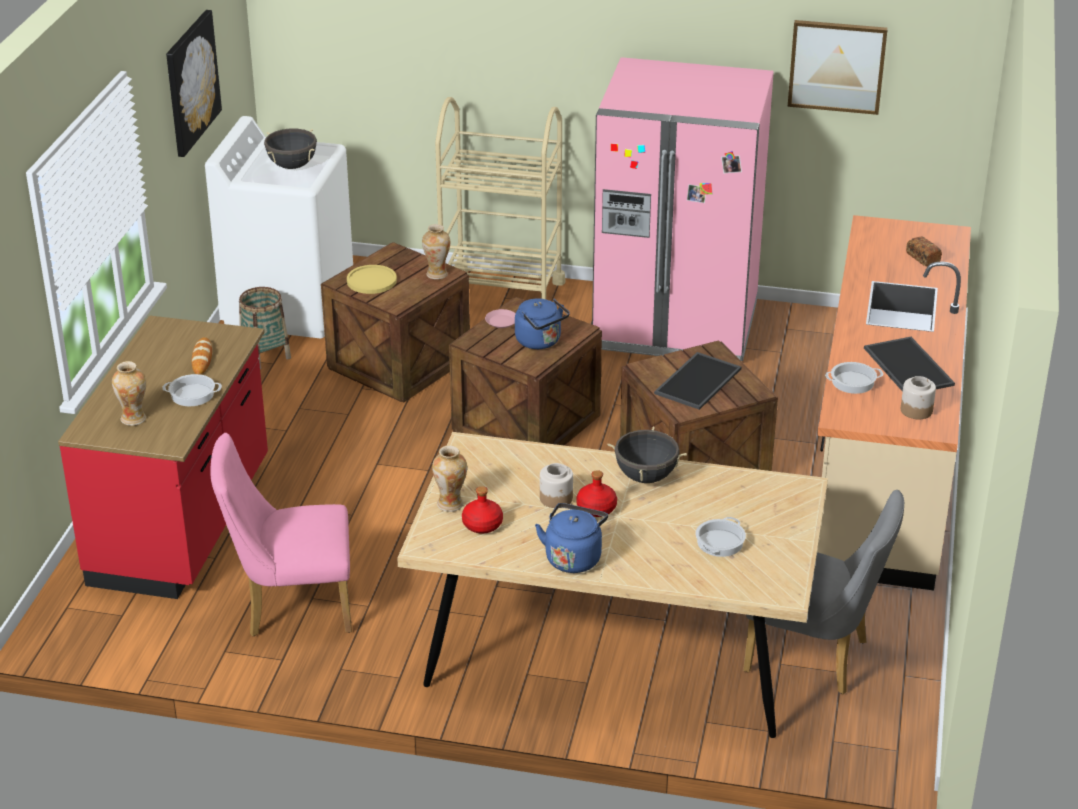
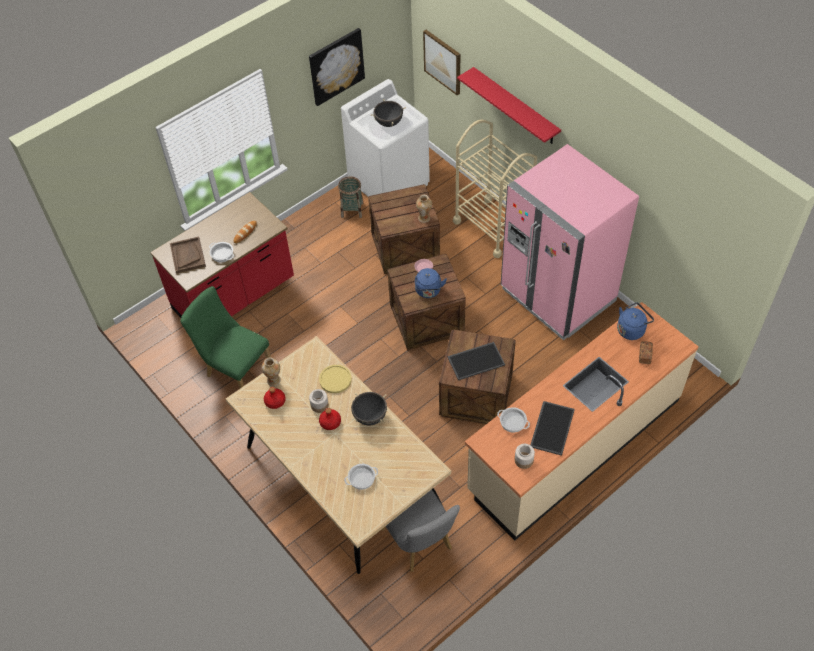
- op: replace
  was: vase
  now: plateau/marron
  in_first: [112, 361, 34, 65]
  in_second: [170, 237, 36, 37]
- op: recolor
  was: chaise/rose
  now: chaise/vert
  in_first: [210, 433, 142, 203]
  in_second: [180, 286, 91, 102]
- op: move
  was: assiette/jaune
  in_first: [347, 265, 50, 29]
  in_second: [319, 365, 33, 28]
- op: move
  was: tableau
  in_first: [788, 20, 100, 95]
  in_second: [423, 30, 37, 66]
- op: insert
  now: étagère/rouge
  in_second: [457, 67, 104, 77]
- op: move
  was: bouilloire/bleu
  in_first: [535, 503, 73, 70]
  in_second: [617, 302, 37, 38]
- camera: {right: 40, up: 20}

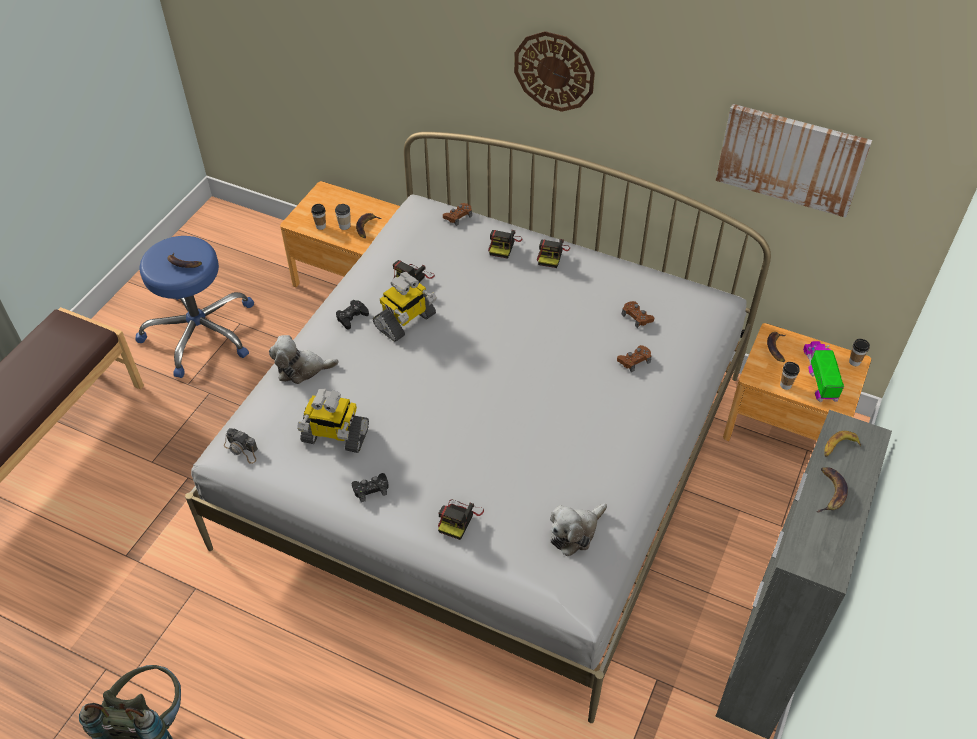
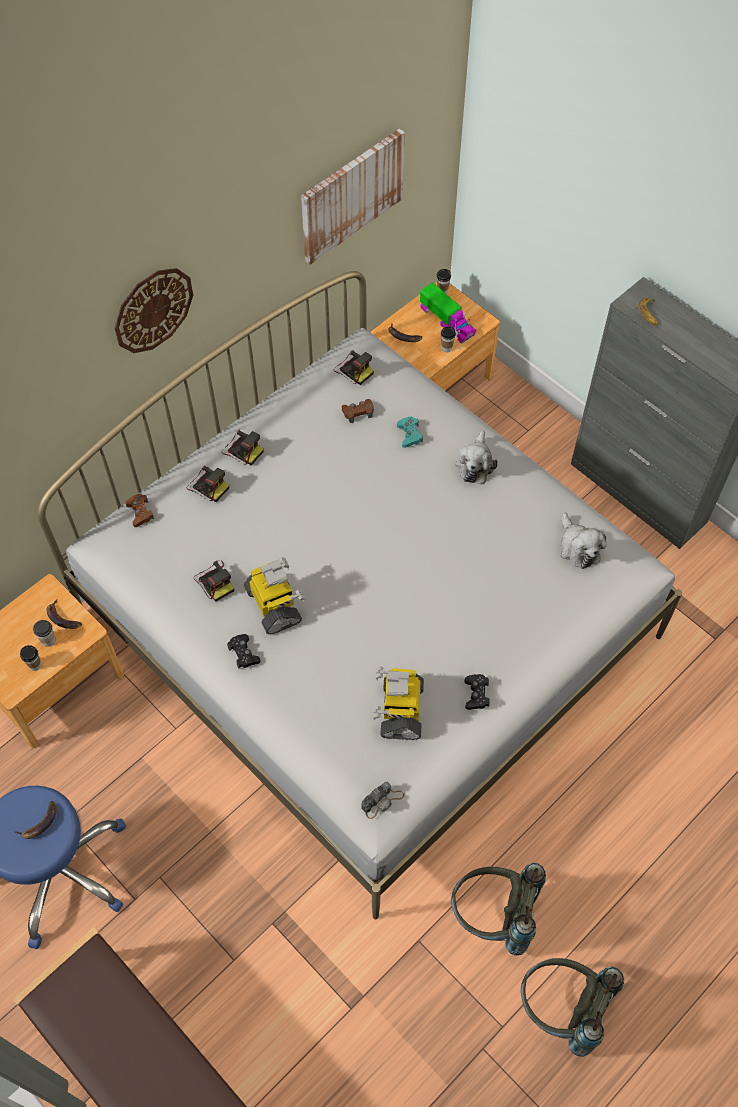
- op: move
  was: appareil photo
  in_first: [438, 499, 46, 41]
  in_second: [334, 350, 40, 35]
- op: rotate
  was: robot jouet
  in_first: [297, 389, 72, 64]
  in_second: [373, 666, 51, 74]
  clockwise: 150
- op: recolor
  was: manette/marron
  now: manette/turquoise
  in_first: [617, 345, 34, 27]
  in_second: [397, 417, 26, 31]
- op: rotate
  was: camion jouet
  in_first: [803, 341, 41, 61]
  in_second: [420, 282, 56, 62]
  clockwise: -150
- op: insert
  now: sac à dos/gris
  in_second: [451, 863, 95, 93]
- op: move
  was: peluche
  in_first: [269, 335, 70, 49]
  in_second: [455, 430, 43, 54]
- op: delete
  was: banane
  in_first: [817, 467, 31, 46]
- camera: {right: -70, up: 10}

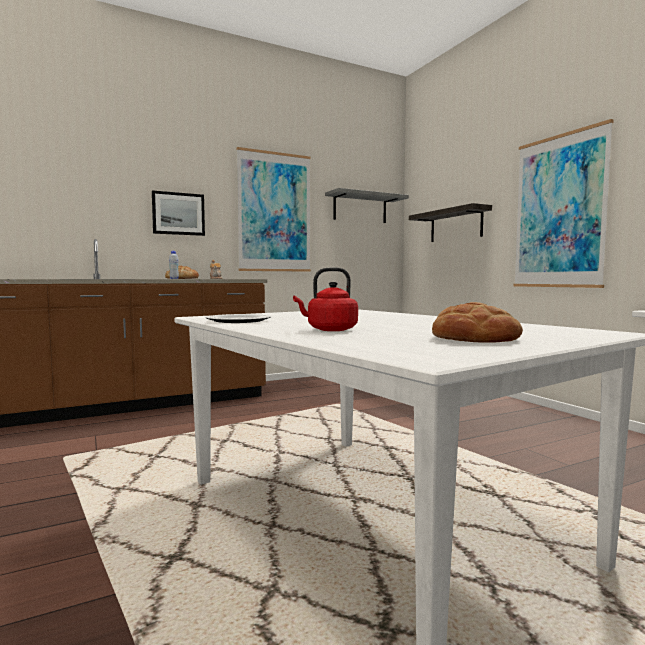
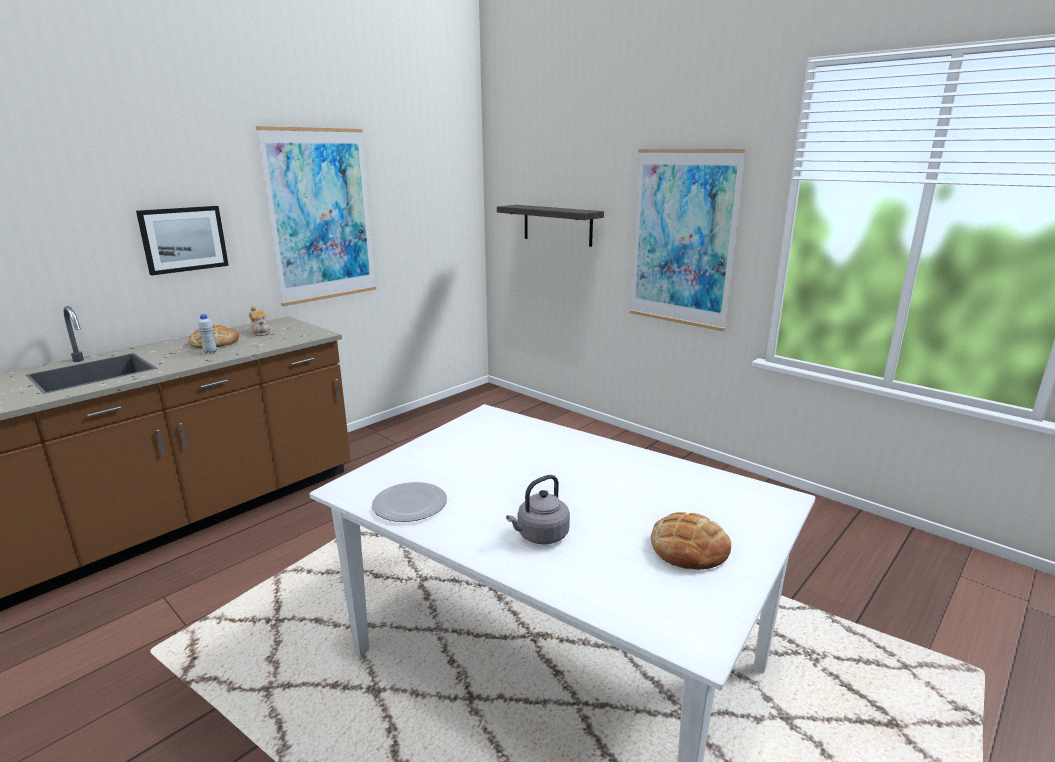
- op: recolor
  was: bouilloire/rouge
  now: bouilloire/gris
  in_first: [293, 267, 65, 64]
  in_second: [506, 475, 64, 69]
- op: delete
  was: étagère/gris
  in_first: [325, 188, 84, 35]
- camera: {right: -20, up: 15}

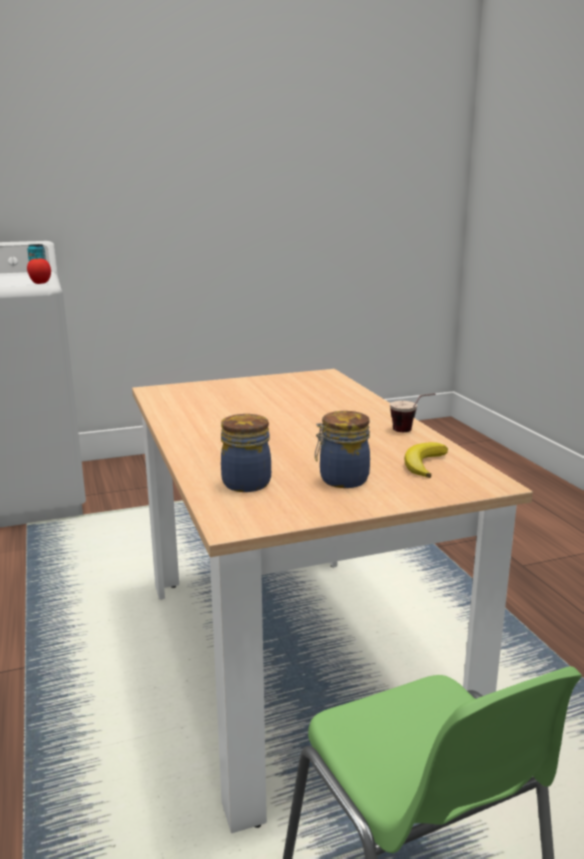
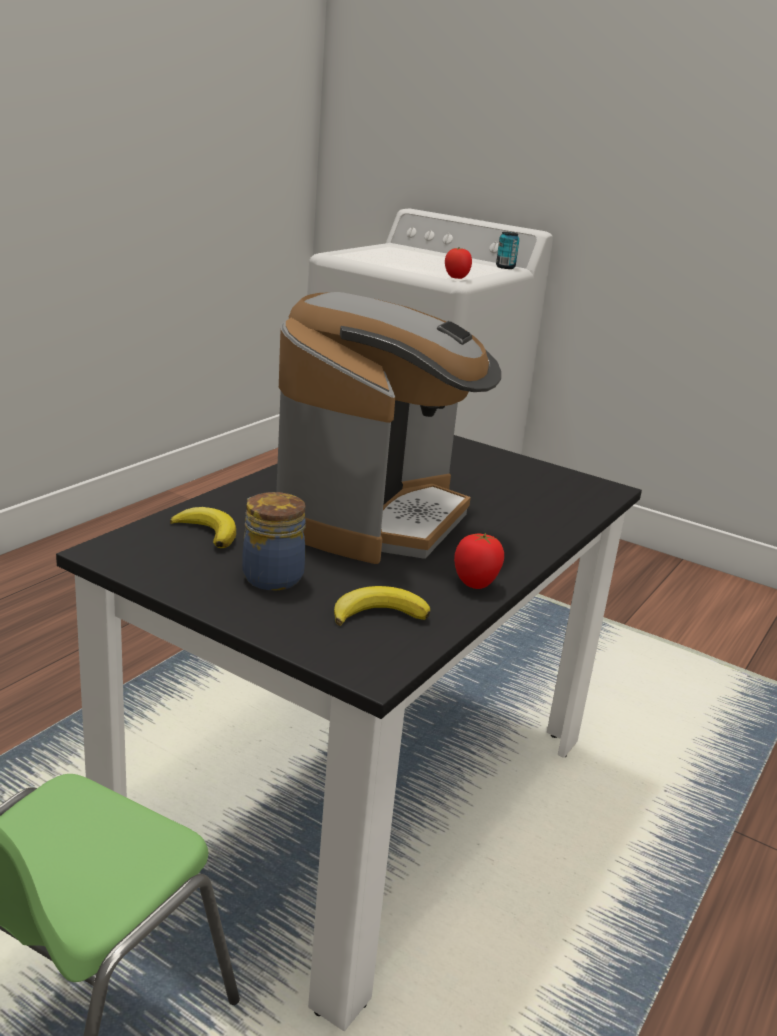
- op: recolor
  was: table à manger/beige
  now: table à manger/noir
  in_first: [132, 369, 401, 464]
  in_second: [56, 435, 586, 596]
- op: replace
  was: bocal
  now: banane
  in_first: [221, 414, 50, 78]
  in_second: [170, 507, 66, 41]
- op: insert
  now: machine à café
  in_second: [276, 292, 225, 272]
- op: replace
  was: tasse
  now: tomate
  in_first: [390, 393, 46, 39]
  in_second: [454, 533, 50, 56]
- camera: {right: 50, up: 5}

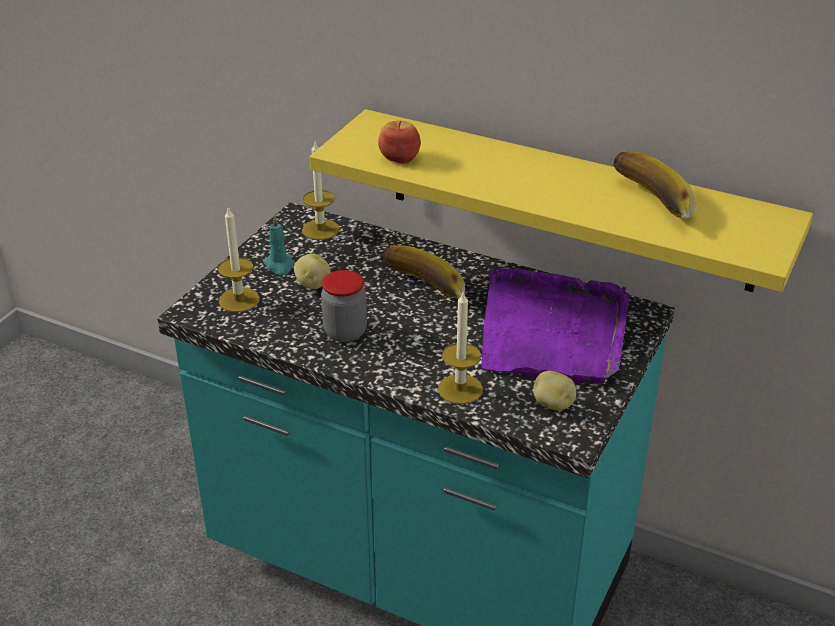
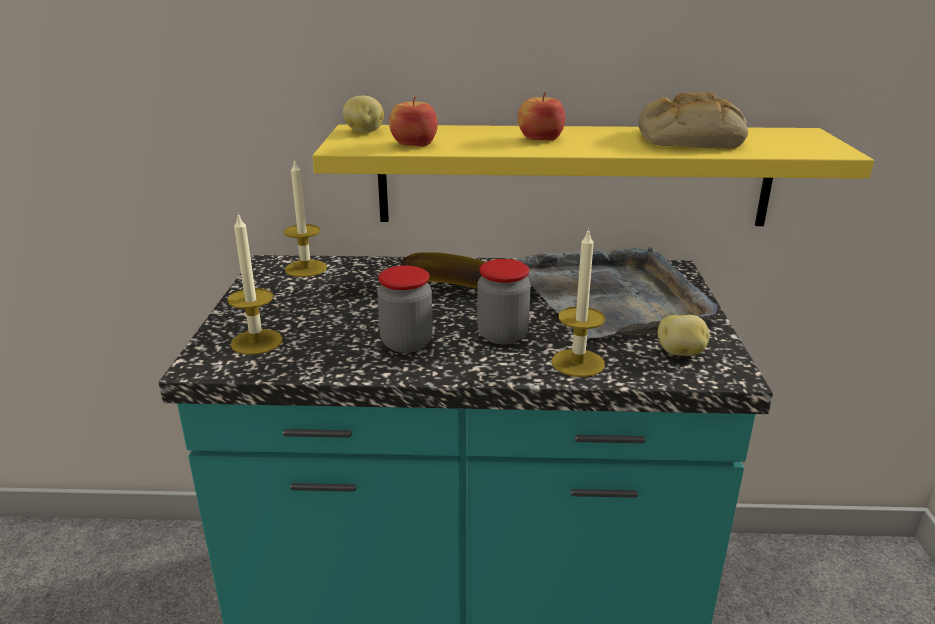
- op: move
  was: pomme de terre
  in_first: [294, 254, 37, 35]
  in_second: [343, 96, 41, 36]
- op: insert
  now: bocal
  in_second: [477, 259, 54, 85]
- op: recolor
  was: plateau/violet
  now: plateau/gris
  in_first: [481, 268, 149, 116]
  in_second: [516, 247, 201, 92]
- op: insert
  now: pomme
  in_second: [518, 92, 47, 49]
- op: replace
  was: banane
  now: pain
  in_first: [613, 151, 83, 69]
  in_second: [638, 93, 110, 55]
- op: delete
  was: bougie/turquoise
  in_first: [263, 216, 31, 59]
- camera: {right: -25, up: -10}

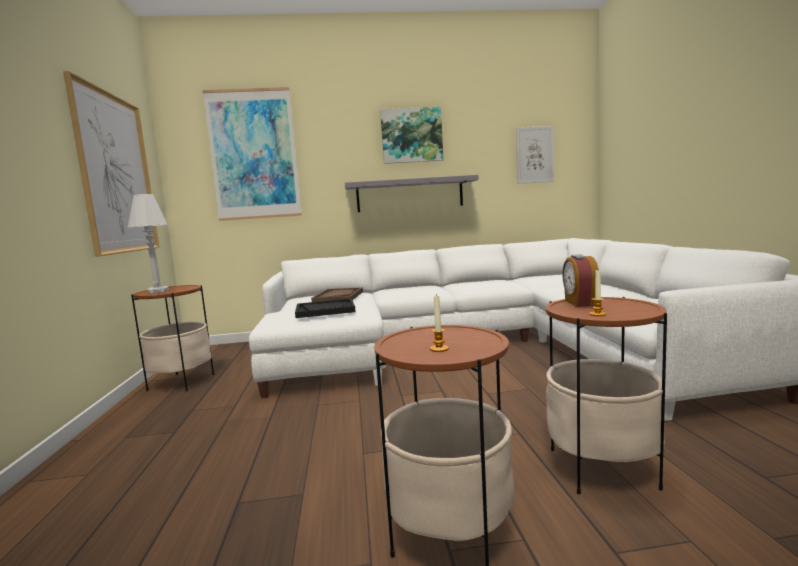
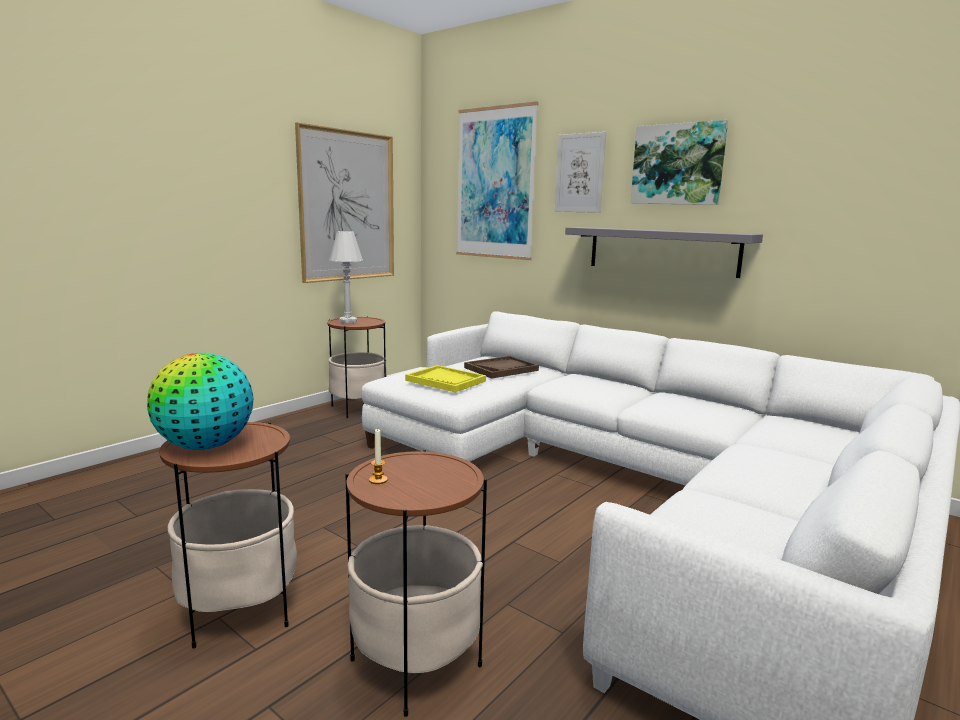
- op: replace
  was: bougie
  now: globe
  in_first: [430, 295, 19, 57]
  in_second: [147, 353, 107, 97]
- op: recolor
  was: plateau/noir
  now: plateau/jaune
  in_first: [295, 298, 61, 20]
  in_second: [405, 365, 81, 28]
- op: move
  was: tableau
  in_first: [516, 126, 38, 58]
  in_second: [555, 132, 51, 81]
- op: delete
  was: réveil
  in_first: [562, 254, 37, 53]
- camera: {right: 45, up: 5}

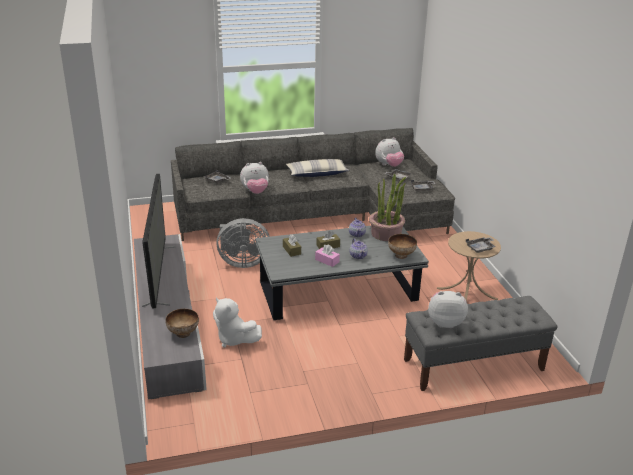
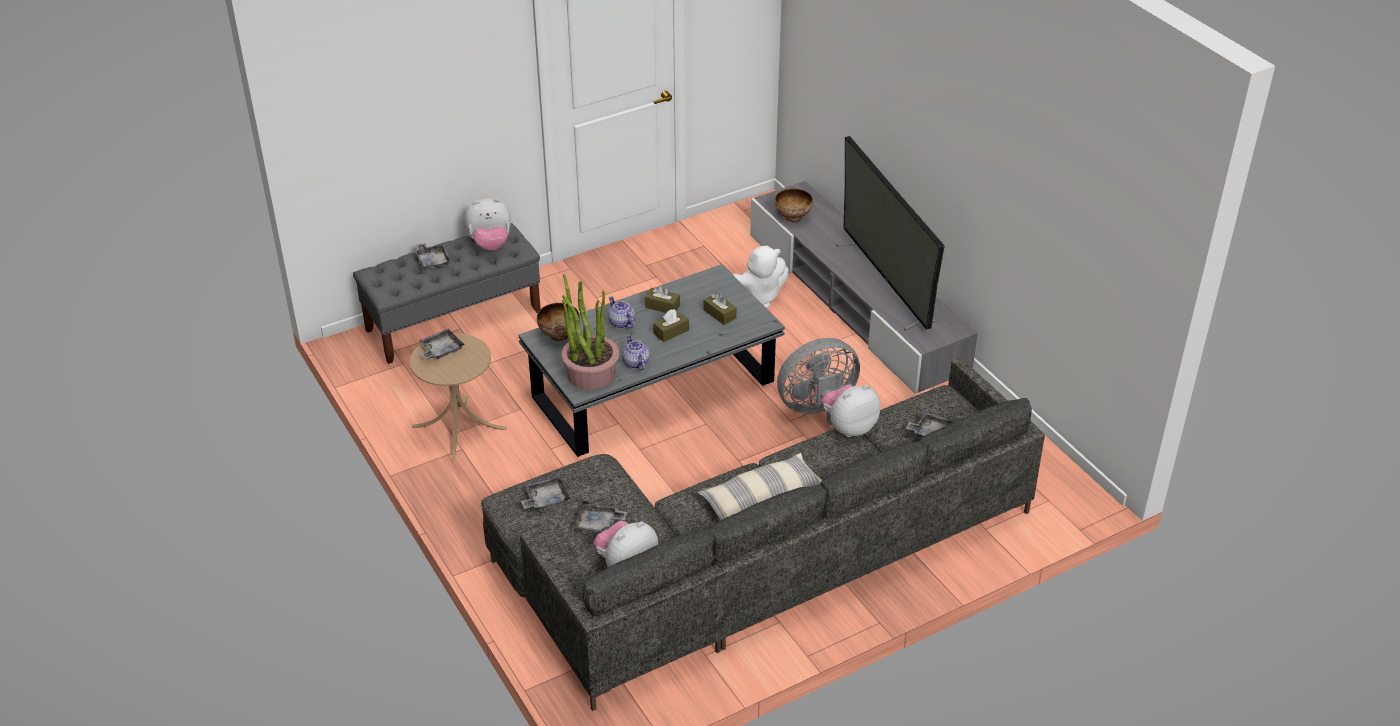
- op: insert
  now: plateau/gris
  in_second: [415, 243, 36, 27]
- op: recolor
  was: boîte à mouchoirs/rose
  now: boîte à mouchoirs/marron
  in_first: [315, 245, 25, 22]
  in_second: [645, 286, 35, 27]
- op: rotate
  was: peluche/blanc
  in_first: [213, 298, 49, 50]
  in_second: [733, 246, 56, 62]
  clockwise: 135
- camera: {right: 165, up: 10}

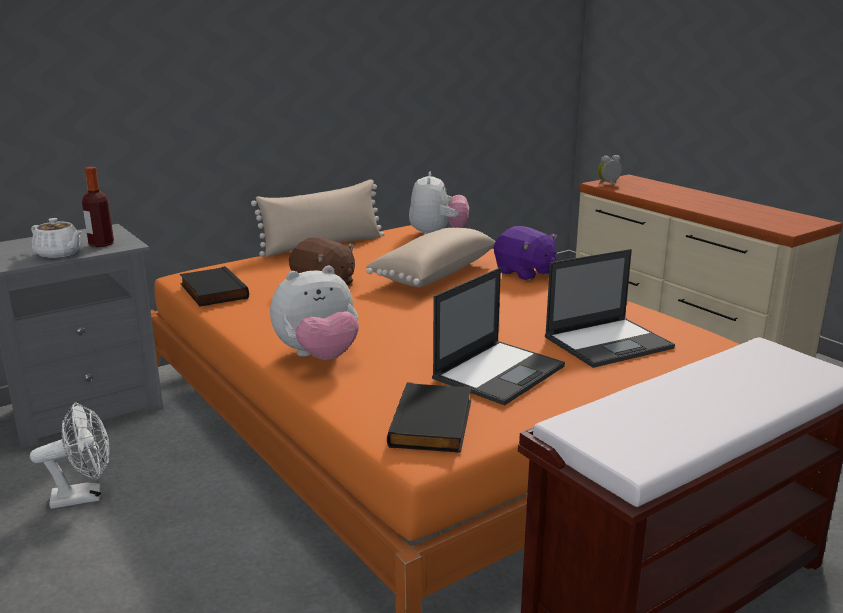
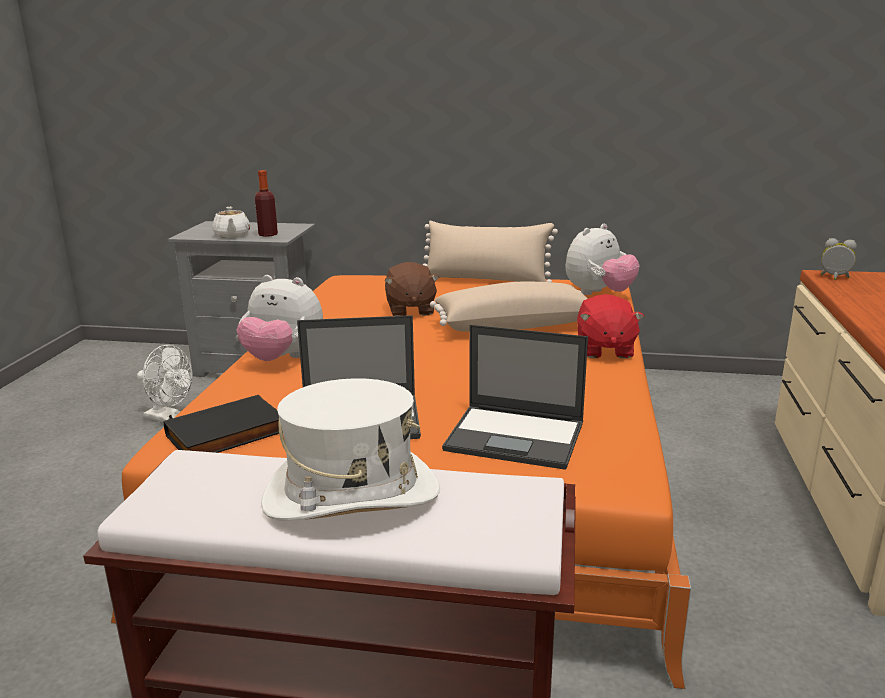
- op: insert
  now: chapeau/blanc
  in_second: [261, 378, 179, 143]
- op: recolor
  was: peluche/violet
  now: peluche/rouge
  in_first: [494, 226, 64, 55]
  in_second: [577, 294, 67, 65]
- op: delete
  was: livre/noir
  in_first: [180, 266, 69, 40]
- camera: {right: 45, up: 0}

